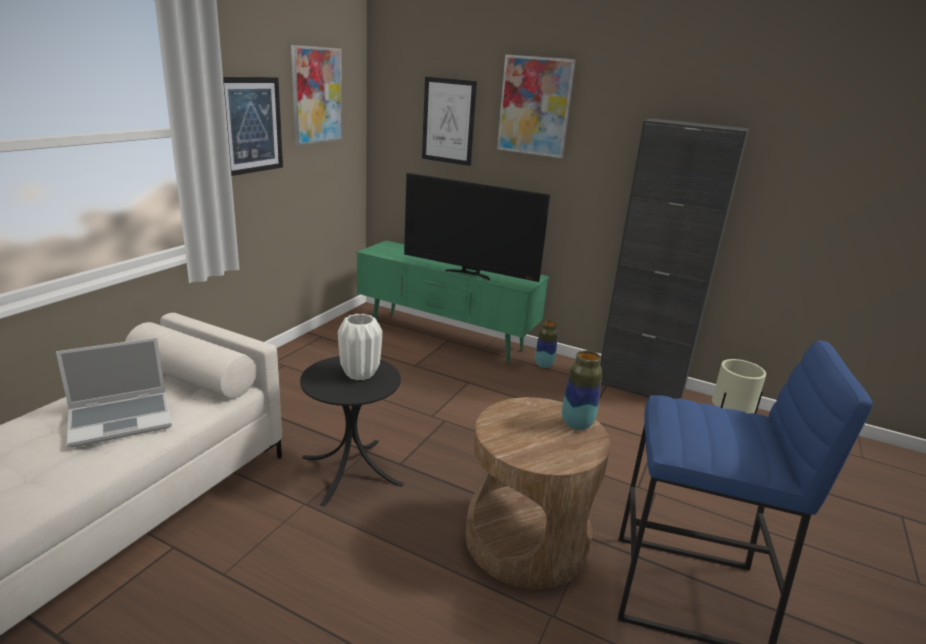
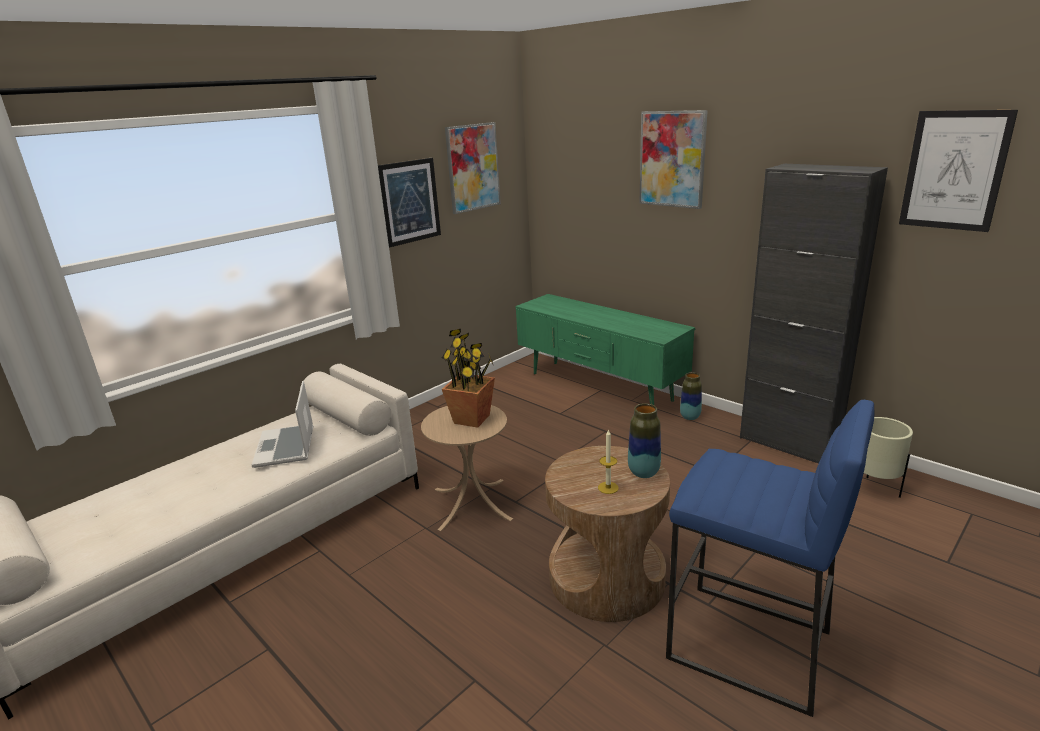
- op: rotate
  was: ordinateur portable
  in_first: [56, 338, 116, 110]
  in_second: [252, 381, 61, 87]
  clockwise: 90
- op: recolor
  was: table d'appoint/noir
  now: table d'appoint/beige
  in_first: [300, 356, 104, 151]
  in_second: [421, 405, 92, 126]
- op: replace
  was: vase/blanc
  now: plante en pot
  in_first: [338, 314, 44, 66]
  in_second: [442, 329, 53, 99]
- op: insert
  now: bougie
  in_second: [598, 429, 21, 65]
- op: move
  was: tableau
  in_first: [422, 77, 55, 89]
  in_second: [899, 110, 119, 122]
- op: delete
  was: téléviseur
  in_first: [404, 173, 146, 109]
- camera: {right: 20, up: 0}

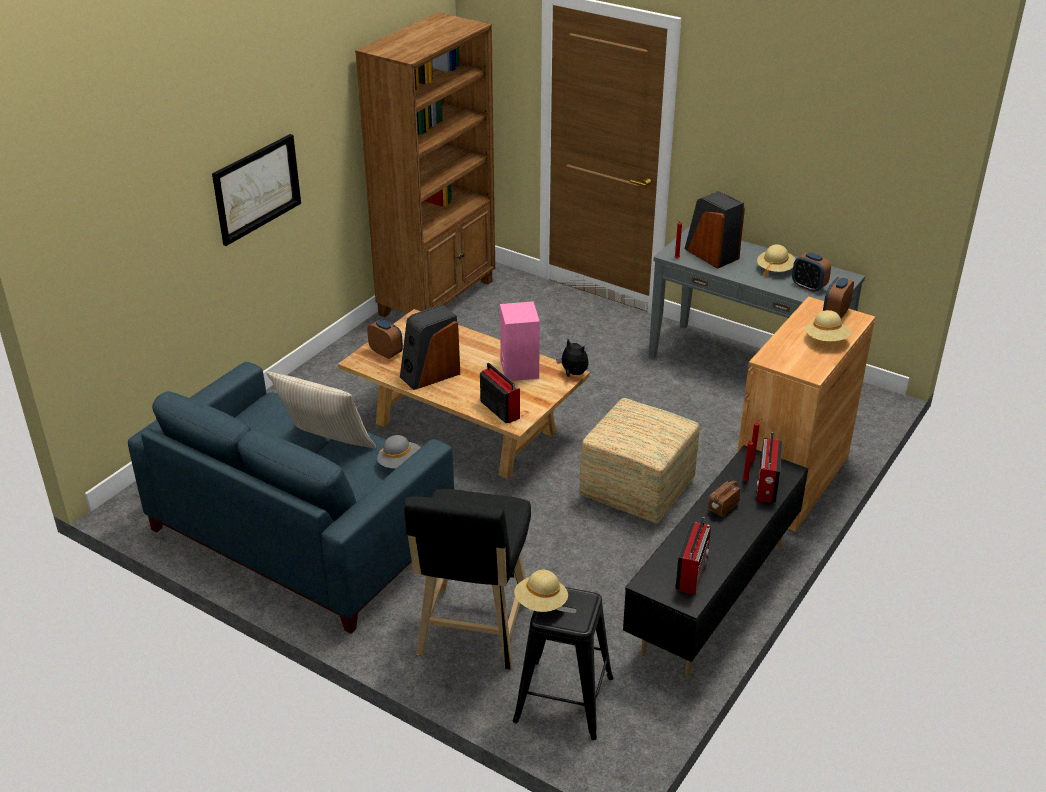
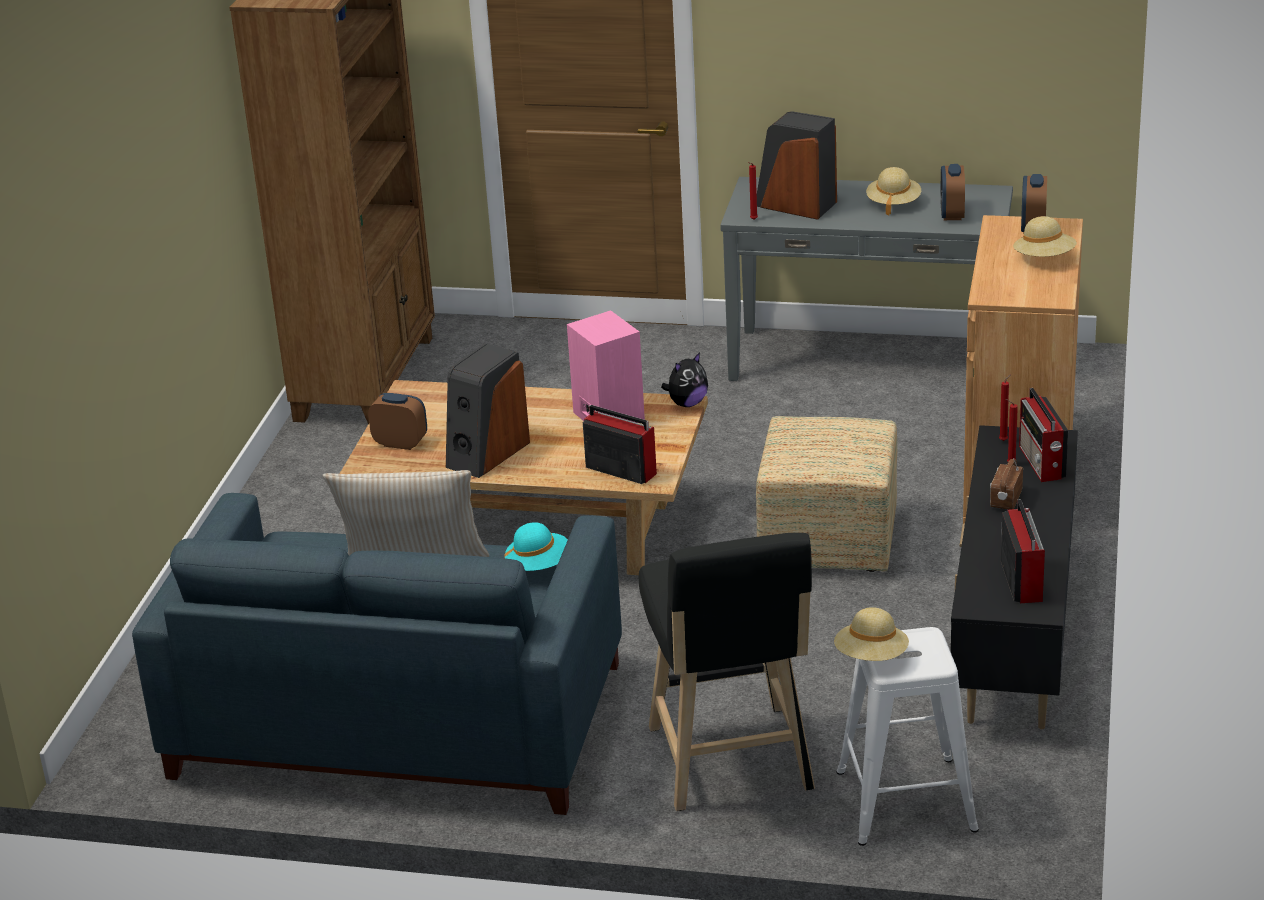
- op: recolor
  was: chapeau/gris
  now: chapeau/turquoise
  in_first: [377, 435, 44, 34]
  in_second: [504, 522, 64, 49]
- op: rotate
  was: peluche
  in_first: [556, 339, 32, 38]
  in_second: [661, 352, 47, 55]
  clockwise: 120
- op: recolor
  was: tabouret/noir
  now: tabouret/blanc
  in_first: [513, 587, 100, 153]
  in_second: [836, 627, 143, 219]
- op: rotate
  was: réveil
  in_first: [792, 252, 39, 40]
  in_second: [940, 164, 25, 56]
  clockwise: 75
- op: delete
  was: tableau
  in_first: [212, 134, 89, 112]
- camera: {right: -20, up: -5}

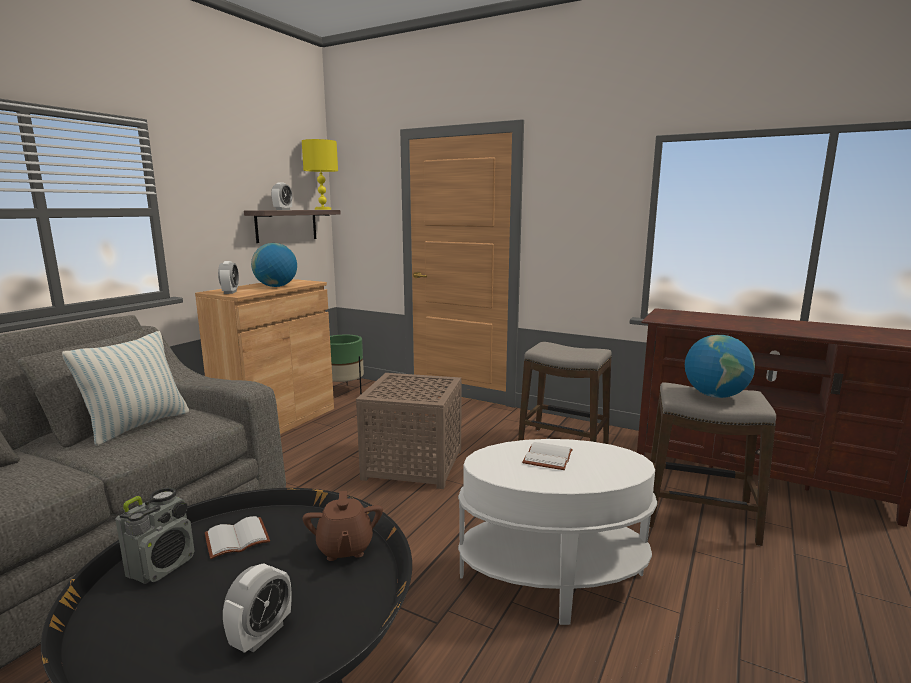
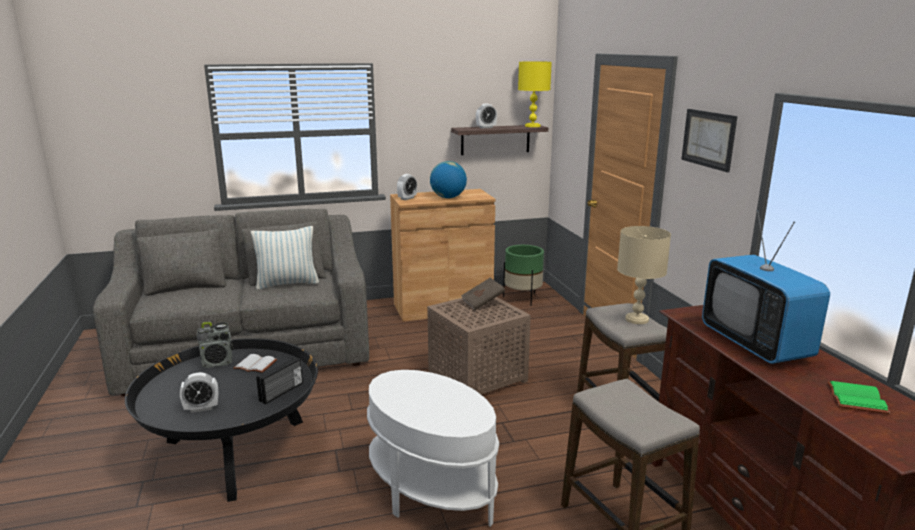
- op: replace
  was: théière/marron
  now: radio
  in_first: [302, 491, 81, 70]
  in_second: [256, 357, 47, 47]
- op: insert
  now: livre/marron
  in_second: [461, 278, 44, 32]
- op: insert
  now: lampe de table/beige
  in_second: [617, 226, 54, 98]
- op: insert
  now: tableau
  in_second: [681, 109, 56, 63]
- op: insert
  now: téléviseur
  in_second: [702, 210, 128, 154]
- op: insert
  now: livre/vert
  in_second: [827, 381, 63, 33]
- op: delete
  was: livre/blanc
  in_first: [522, 442, 51, 28]
- op: delete
  was: globe
  in_first: [685, 335, 70, 63]
- camera: {right: 45, up: 5}

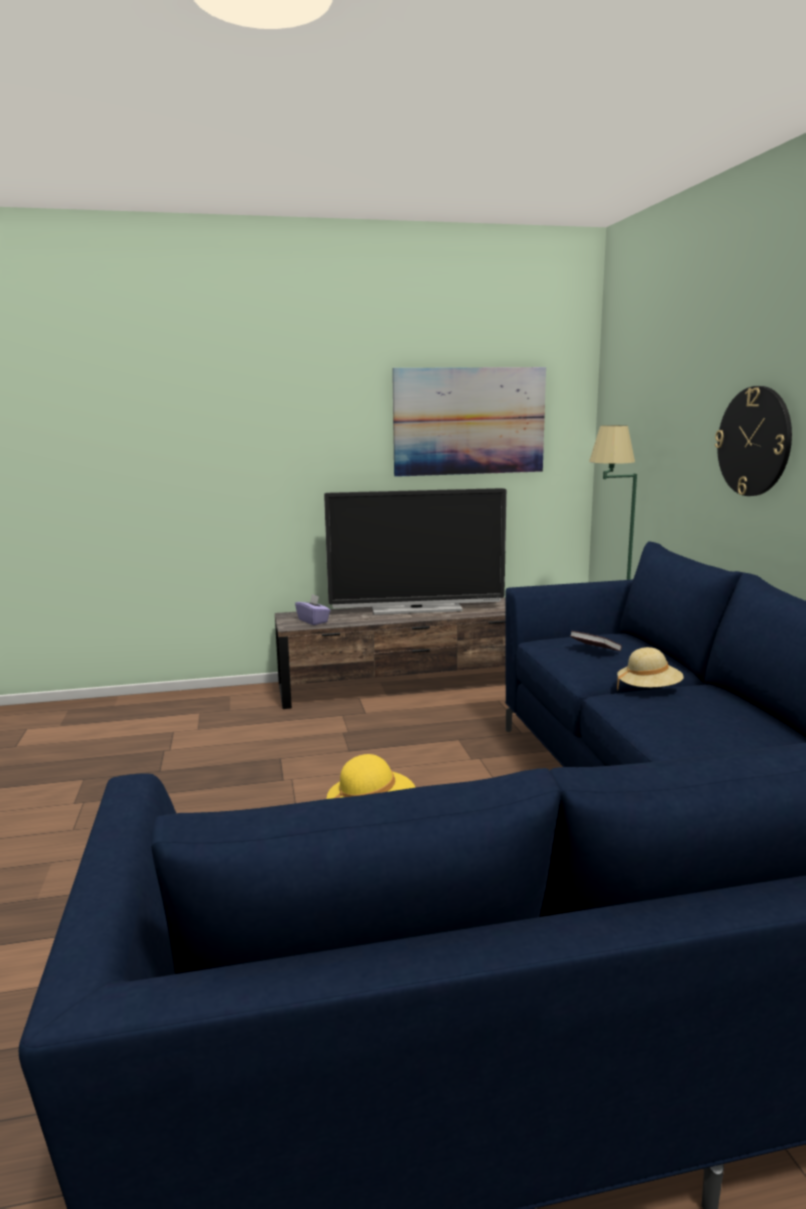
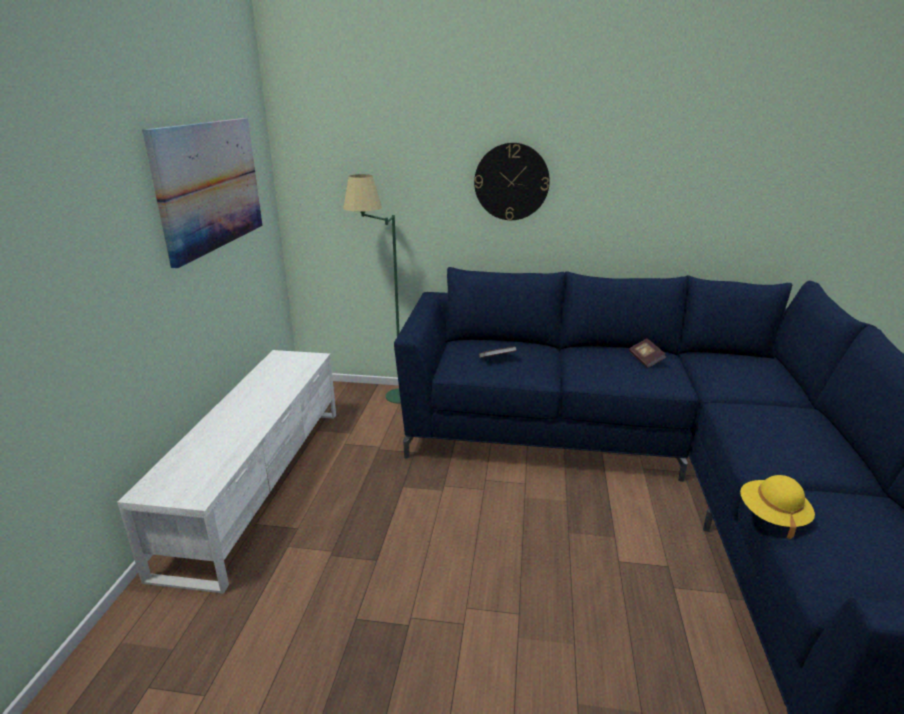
- op: recolor
  was: meuble télé/marron
  now: meuble télé/blanc
  in_first: [275, 597, 231, 112]
  in_second: [117, 350, 219, 244]
- op: insert
  now: livre
  in_second: [629, 339, 37, 29]
- op: delete
  was: boîte à mouchoirs/violet
  in_first: [295, 594, 36, 31]
- op: delete
  was: téléviseur
  in_first: [324, 488, 183, 127]
- op: delete
  was: chapeau/beige
  in_first: [617, 647, 67, 44]
- camera: {right: -70, up: 10}

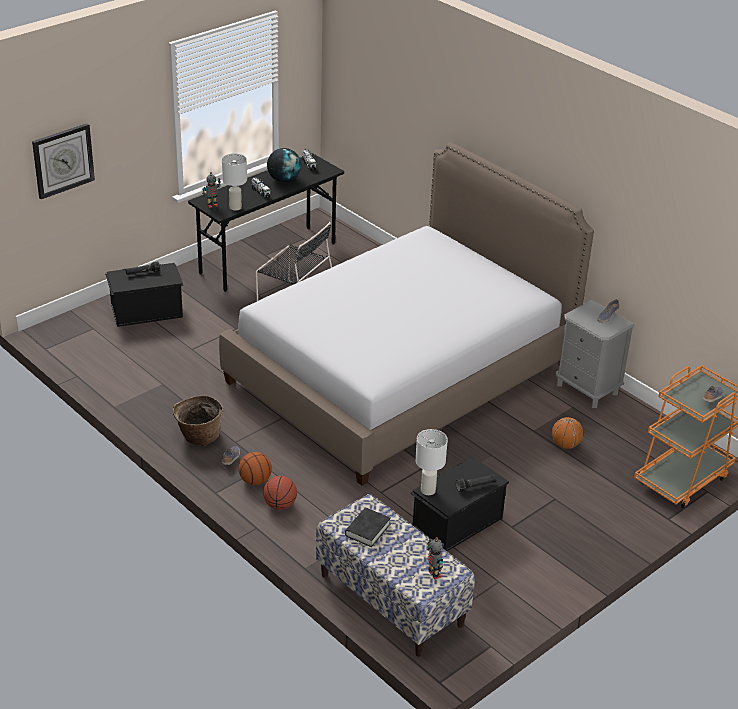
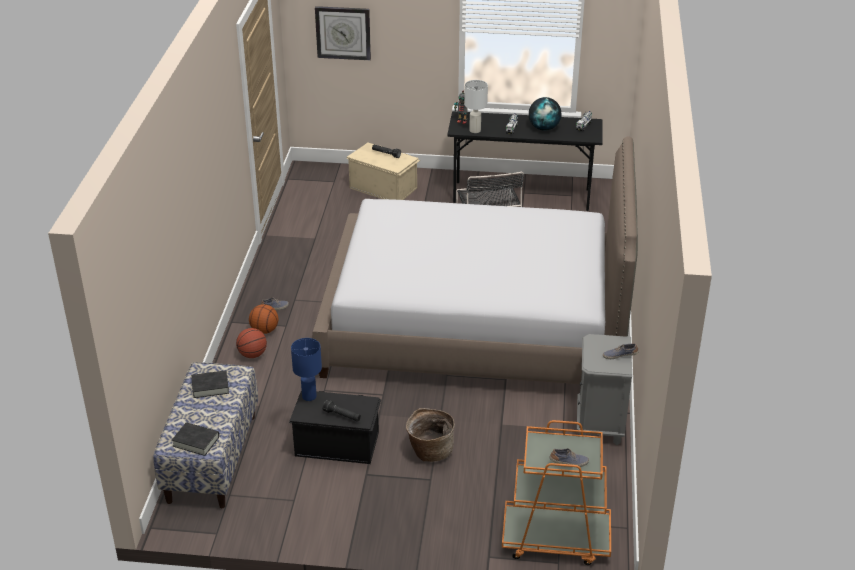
- op: replace
  was: robot jouet
  now: livre/noir
  in_first: [427, 537, 17, 42]
  in_second: [172, 422, 47, 34]
- op: recolor
  was: lampe de table/blanc
  now: lampe de table/bleu
  in_first: [415, 429, 33, 66]
  in_second: [291, 338, 31, 63]
- op: recolor
  was: boîte de rangement/noir
  now: boîte de rangement/beige
  in_first: [105, 263, 79, 64]
  in_second: [346, 143, 74, 57]
- op: move
  was: panier
  in_first: [173, 395, 50, 51]
  in_second: [406, 408, 49, 54]
- op: delete
  was: ballon de basket
  in_first: [552, 417, 31, 32]
- camera: {right: 50, up: 0}

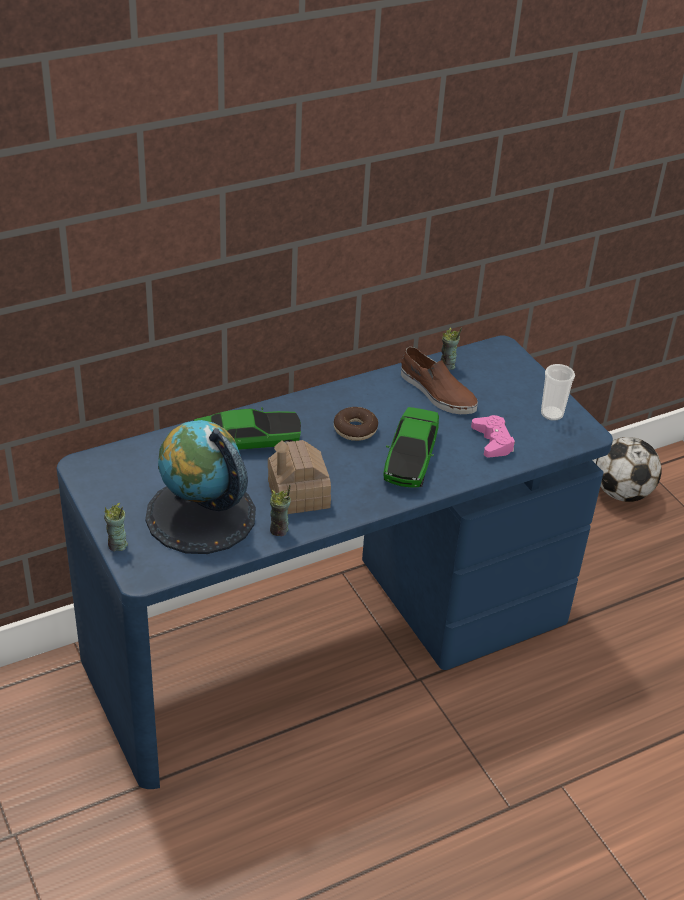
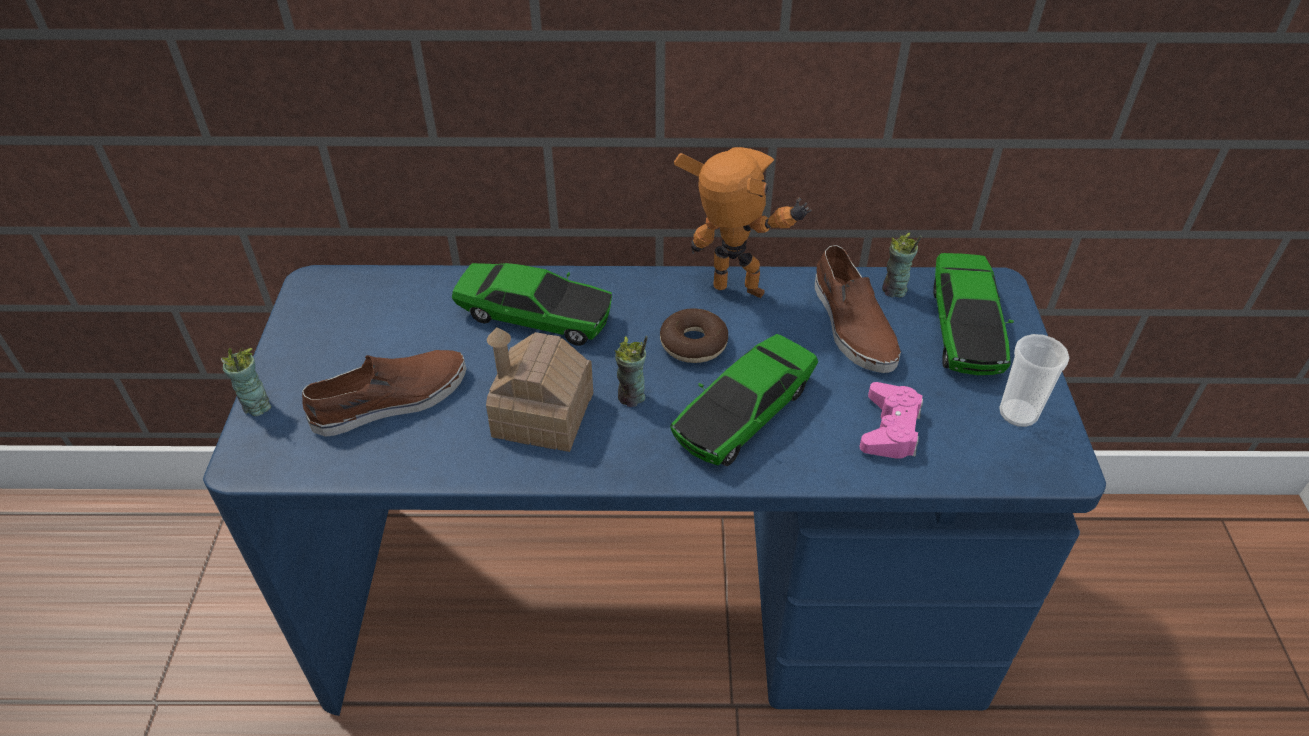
- op: replace
  was: globe
  now: chaussure/marron
  in_first: [145, 420, 111, 134]
  in_second: [302, 350, 164, 87]
- op: move
  was: tasse
  in_first: [270, 485, 21, 52]
  in_second: [615, 336, 33, 71]
- op: insert
  now: robot jouet
  in_second: [674, 147, 138, 151]
- op: insert
  now: petite voiture
  in_second: [933, 253, 81, 122]
- op: delete
  was: ballon de foot
  in_first: [596, 437, 66, 65]
- camera: {right: 30, up: 5}

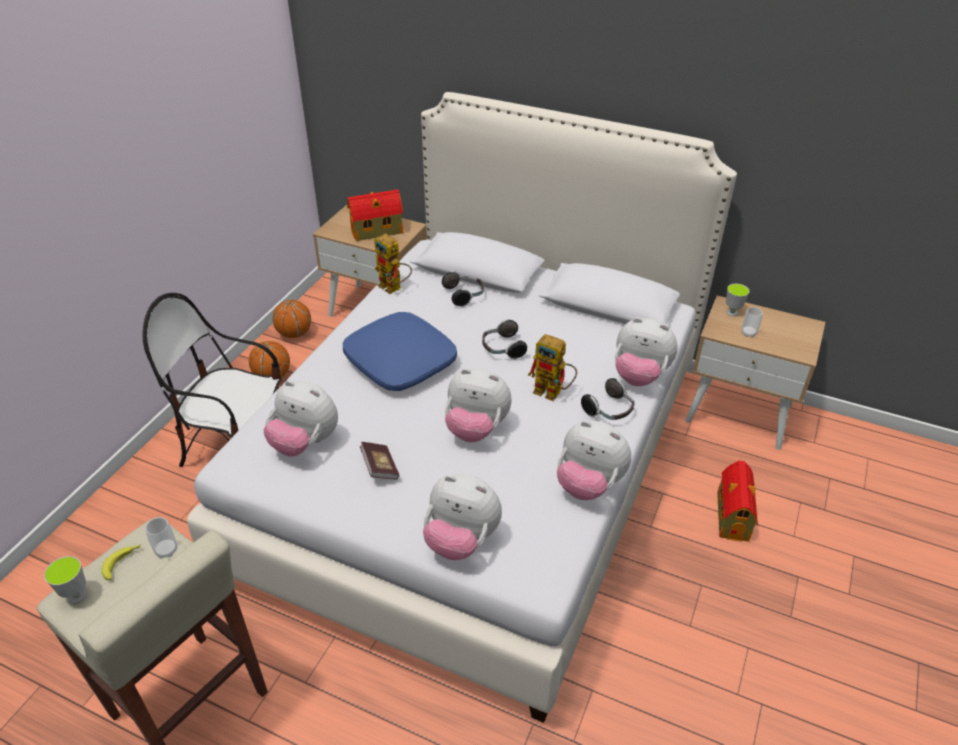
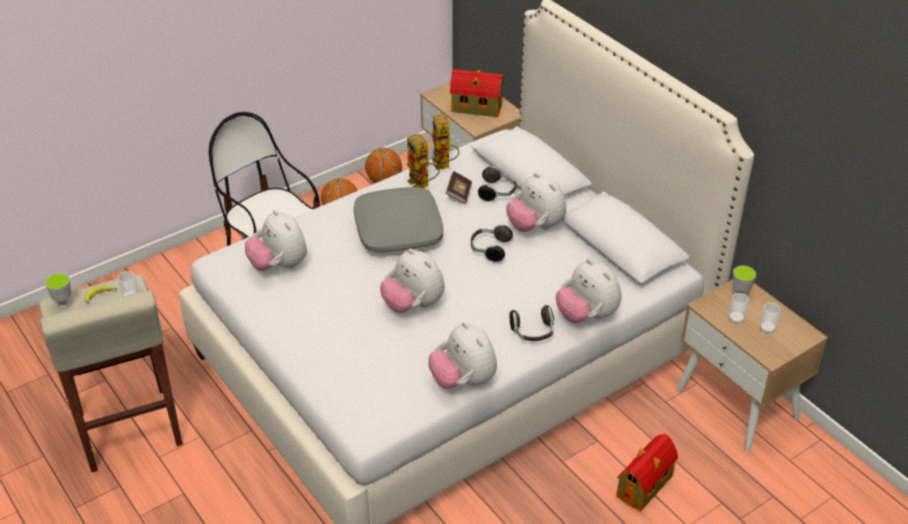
- op: recolor
  was: coussin/bleu
  now: coussin/gris
  in_first: [343, 312, 114, 79]
  in_second: [354, 187, 89, 66]
- op: move
  was: robot jouet
  in_first: [528, 334, 49, 67]
  in_second: [407, 133, 33, 55]
- op: move
  was: livre
  in_first: [360, 442, 39, 37]
  in_second: [446, 171, 26, 33]
- op: move
  was: peluche
  in_first: [423, 474, 79, 86]
  in_second: [506, 173, 60, 59]
- op: insert
  now: tasse
  in_second: [759, 303, 22, 31]
- camera: {right: 30, up: 0}

